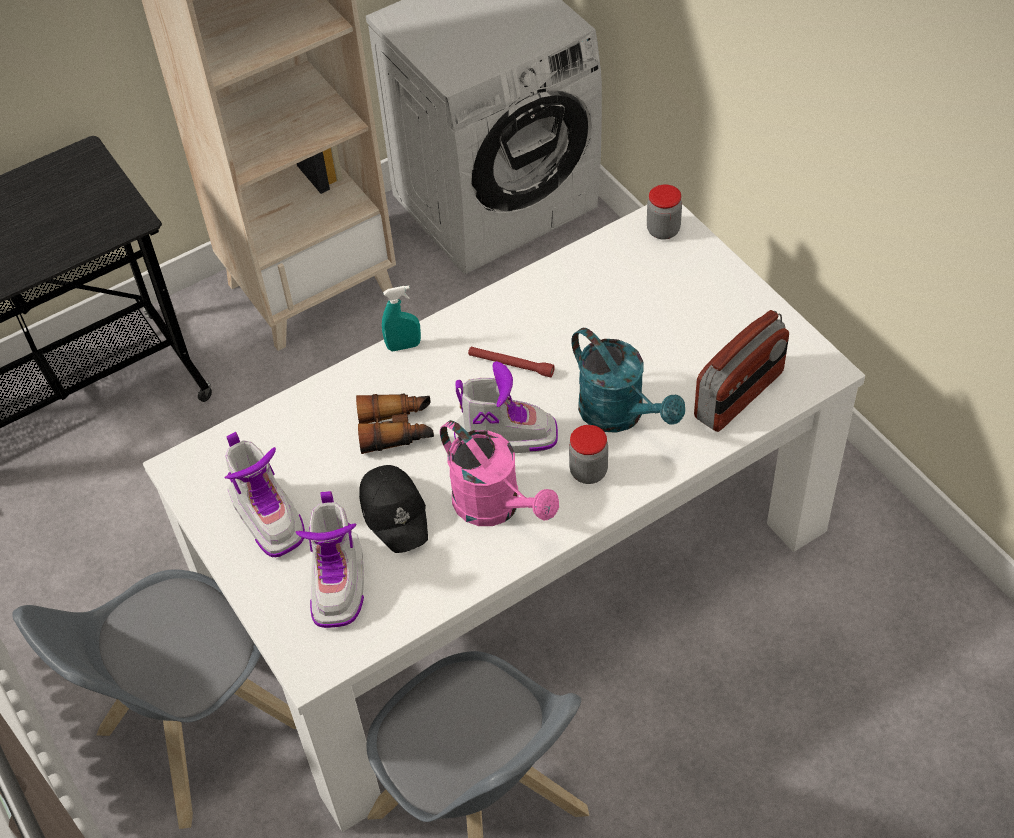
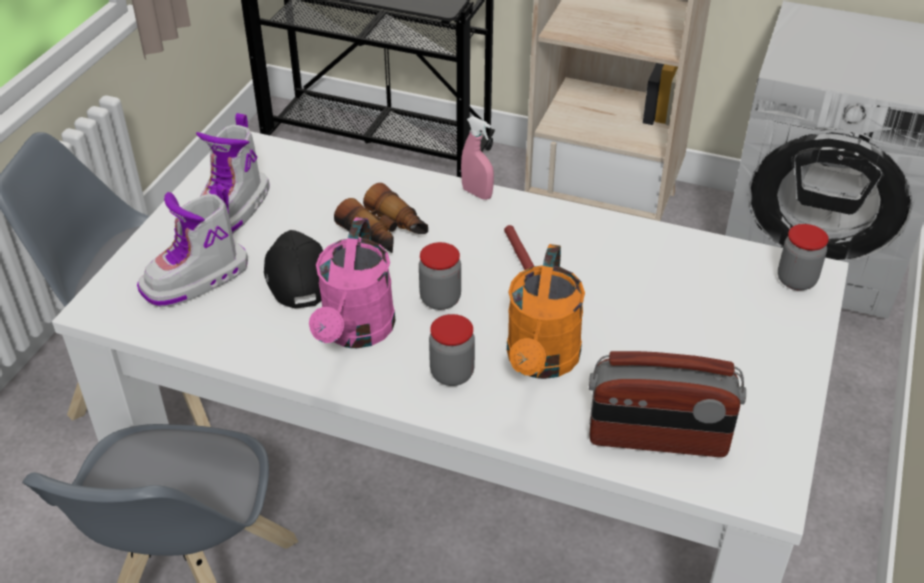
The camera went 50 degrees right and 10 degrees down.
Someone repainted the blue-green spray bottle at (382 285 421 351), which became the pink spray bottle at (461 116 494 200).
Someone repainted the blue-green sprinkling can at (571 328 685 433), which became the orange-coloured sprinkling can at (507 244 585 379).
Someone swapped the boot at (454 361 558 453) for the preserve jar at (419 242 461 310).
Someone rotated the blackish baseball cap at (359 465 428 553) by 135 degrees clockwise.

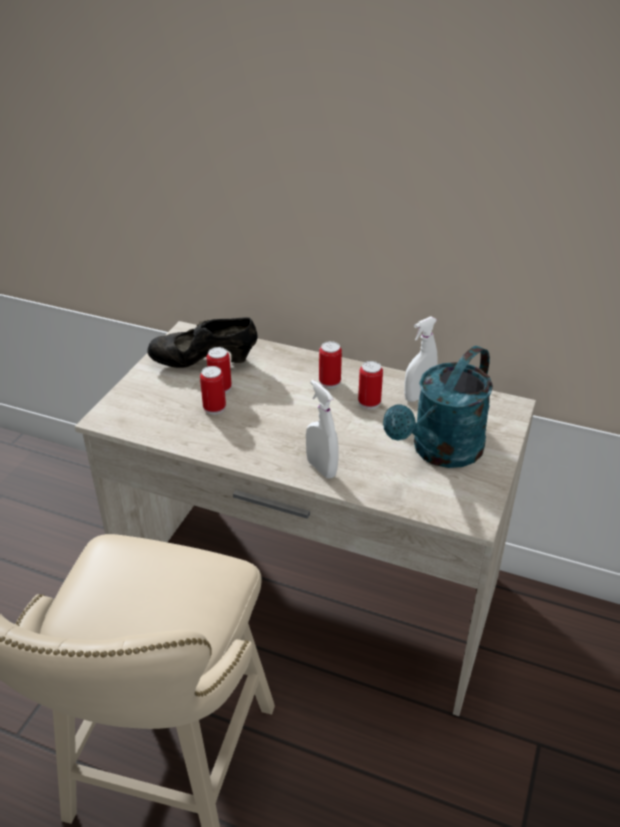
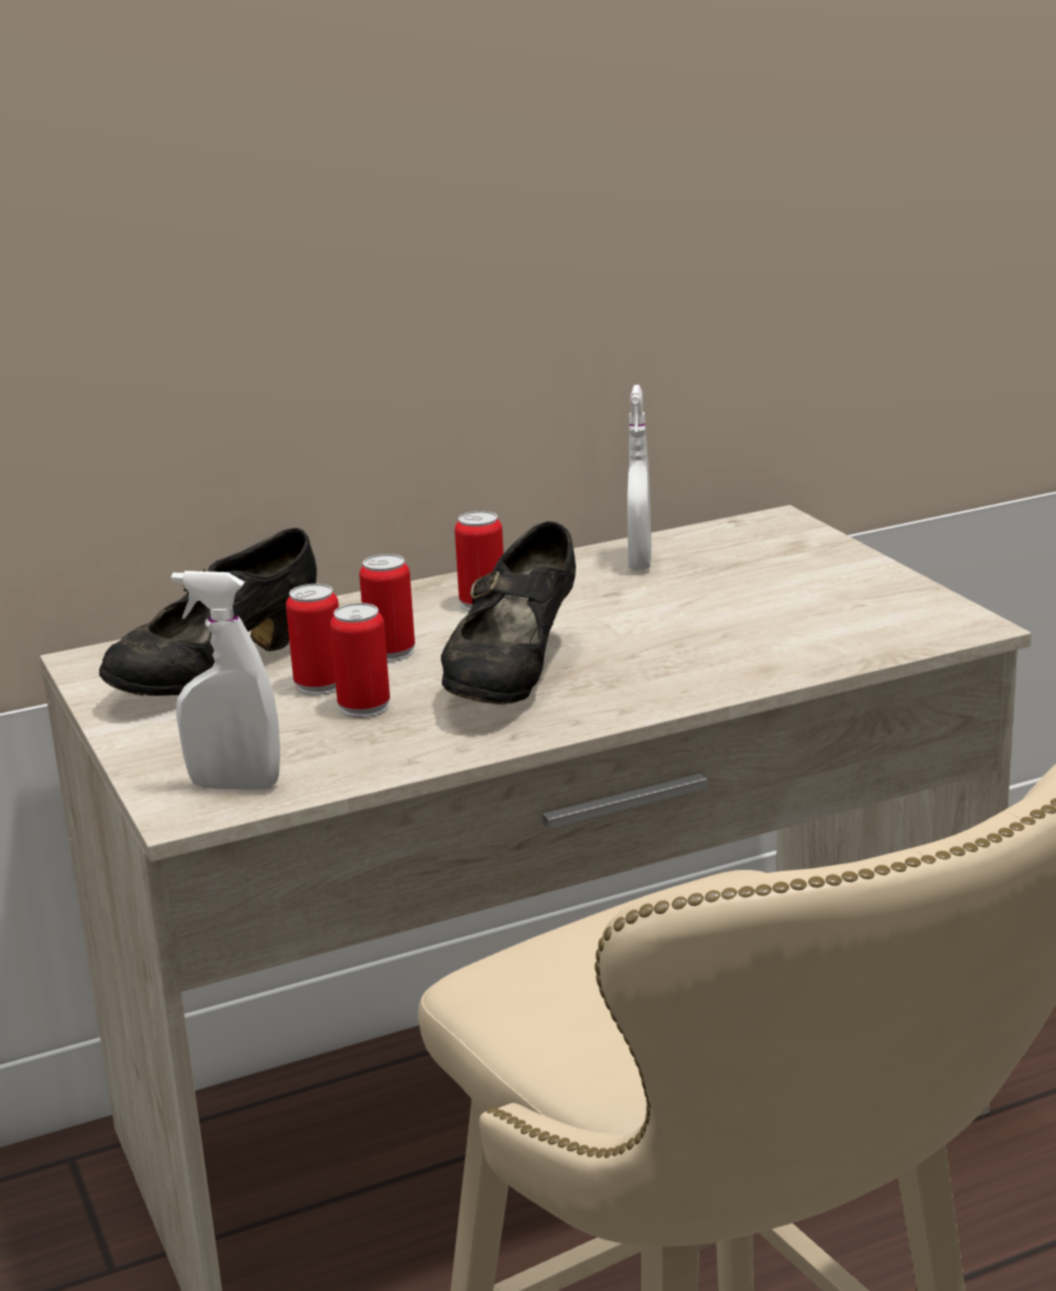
The camera went 45 degrees left and 15 degrees down.
Someone took away the blue-green sprinkling can at (383 346 493 468).
Someone carried the can from (358 361 383 409) to (359 554 415 662).
Someone carried the white spray bottle from (306 380 339 479) to (171 571 280 790).
Someone put down the blackish shoe at (441 521 576 705).

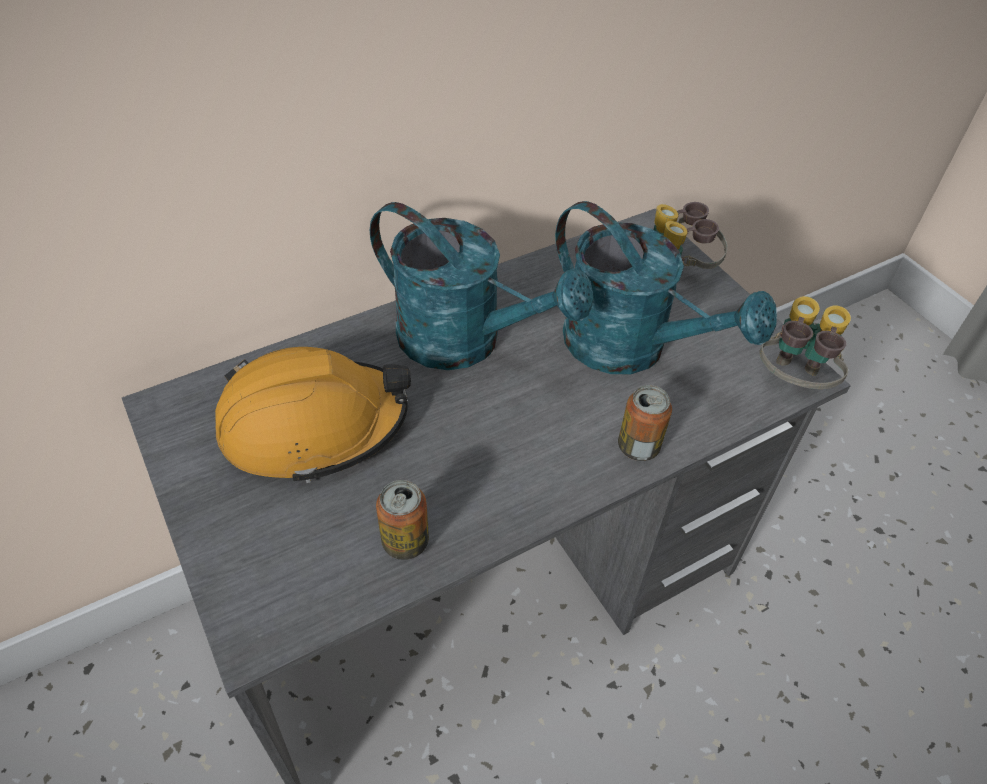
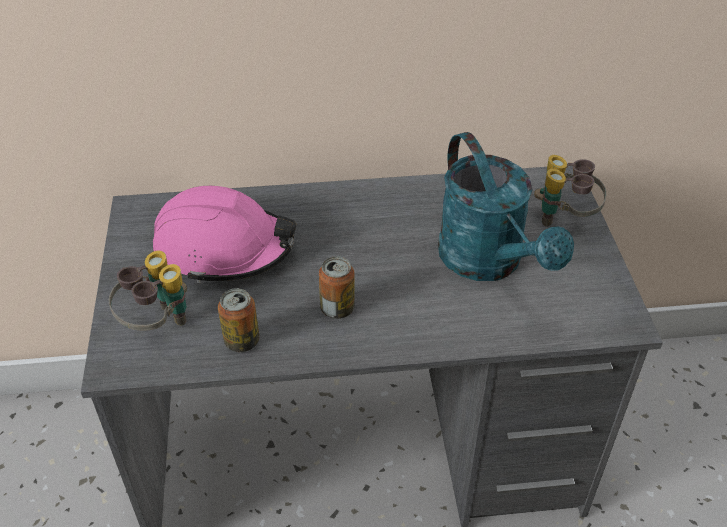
The camera went 25 degrees right and 5 degrees down.
Someone took away the blue-green sprinkling can at (370 202 594 370).
Someone carried the binoculars from (759 296 851 389) to (109 251 187 330).
Someone repainted the orange-coloured safety helmet at (215 347 411 483), which became the pink safety helmet at (153 186 296 283).
Someone carried the can from (618 385 672 461) to (319 256 355 319).

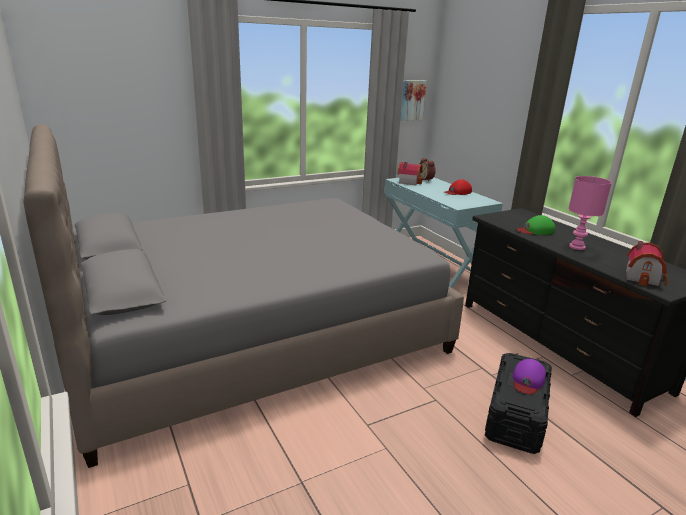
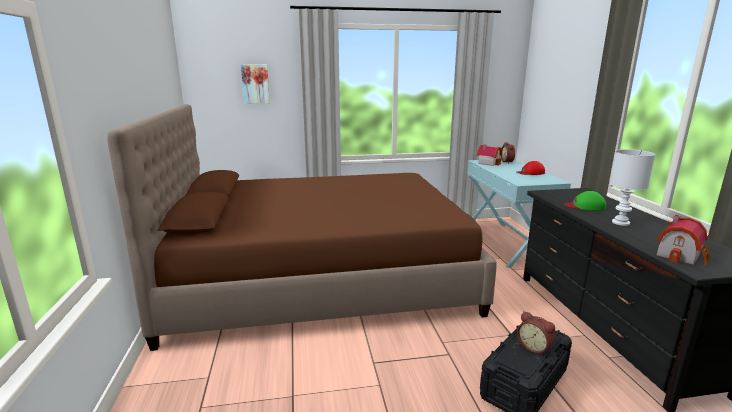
The camera went 20 degrees right and 5 degrees down.
Someone carried the wall art from (401 80 427 121) to (241 64 270 104).
Someone repainted the grey sleeping bed at (23 124 464 468), which became the brown-coloured sleeping bed at (107 104 497 351).
Someone repainted the pink table lamp at (568 176 612 250), which became the white table lamp at (609 149 656 226).
Someone swapped the purple-coloured baseball cap at (513 359 546 394) for the alarm clock at (517 311 556 356).

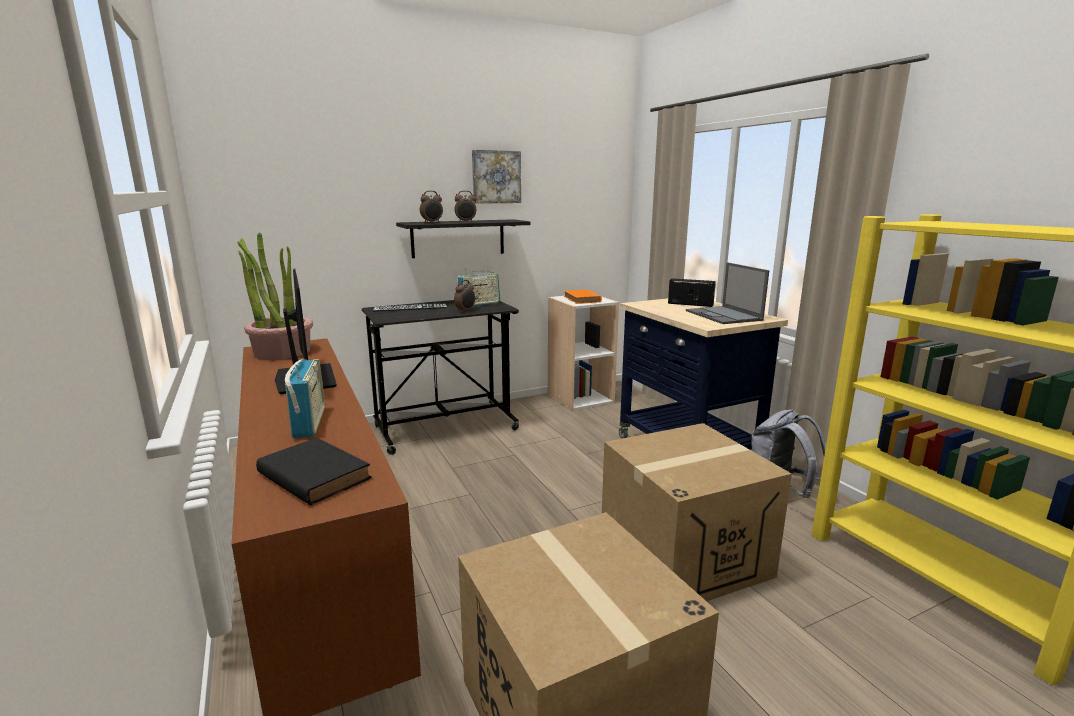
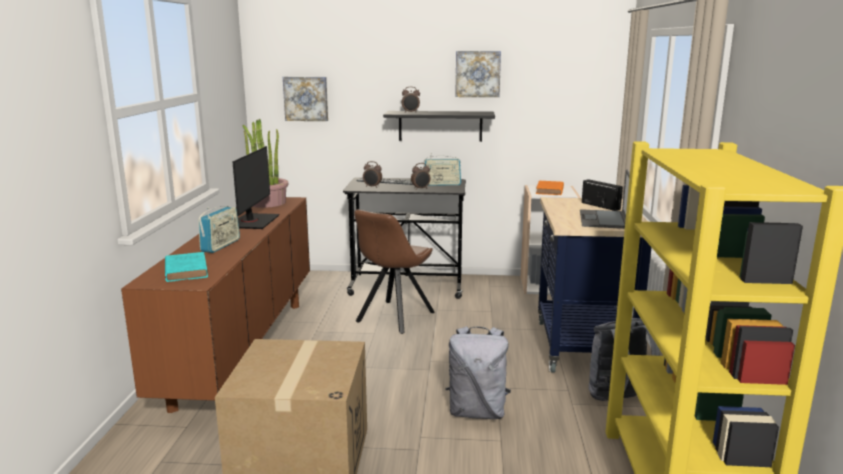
The camera went 30 degrees right and 0 degrees up.
Someone carried the alarm clock from (454 191 476 222) to (363 161 382 188).
Someone swapped the packing box at (602 423 792 601) for the grey knapsack at (446 326 511 419).
Someone repainted the blackish book at (256 438 371 505), which became the blue-green book at (165 252 208 282).
Someone put up the wall art at (283 77 328 121).
Someone put down the brown-coloured plain chair at (354 210 435 334).

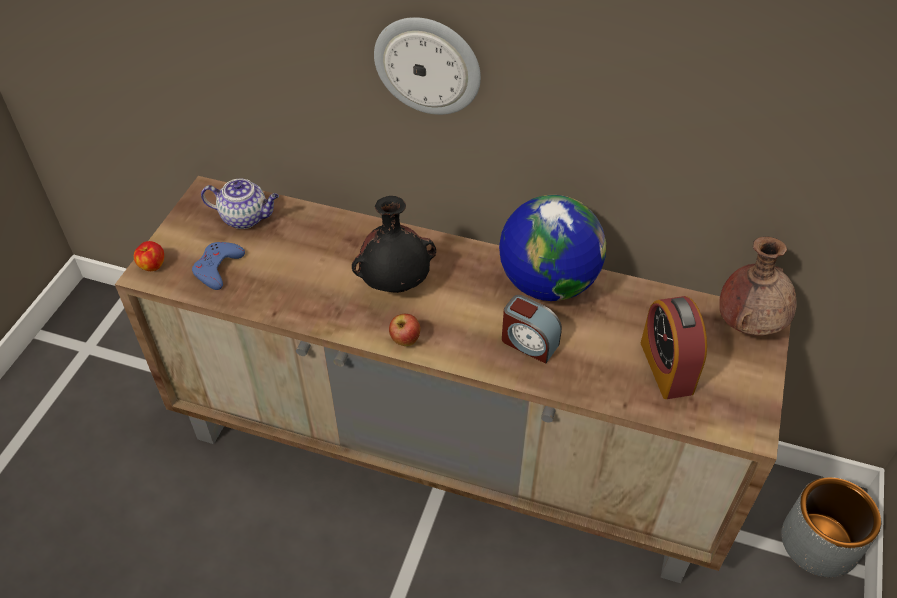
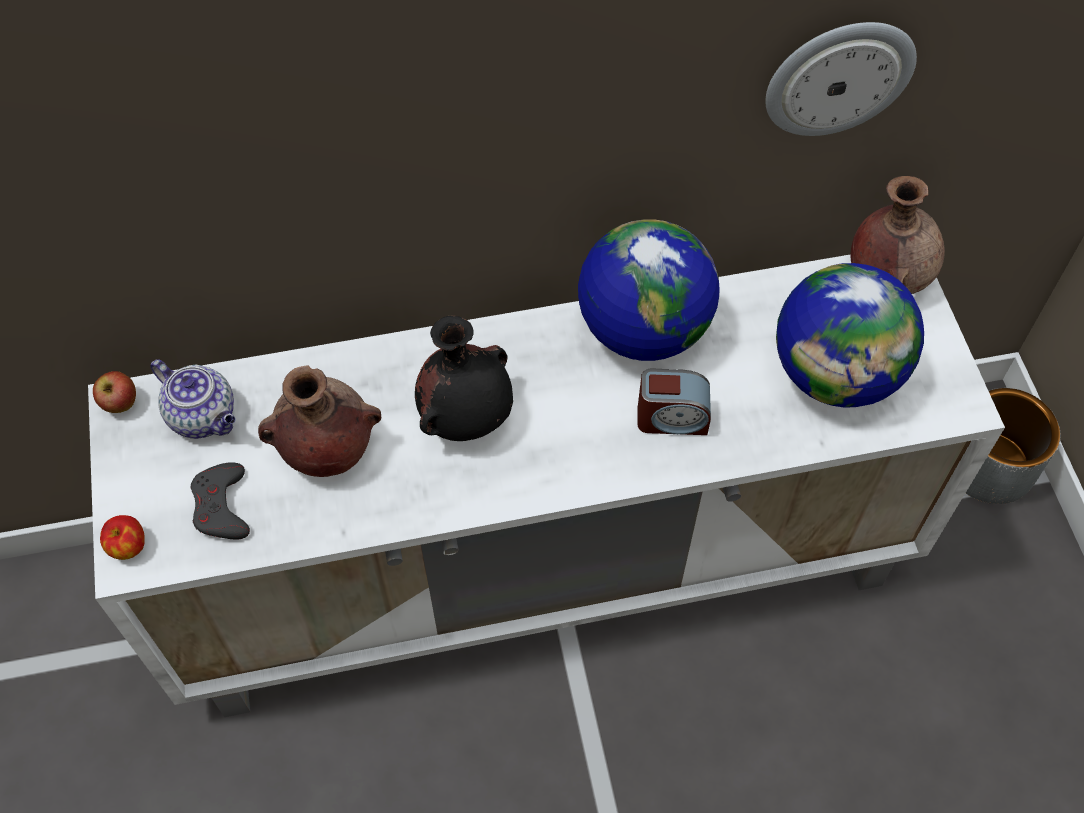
The camera went 30 degrees left and 10 degrees up.
Someone carried the clock on the wall from (374 17 481 115) to (766 22 917 136).
Someone repainted the brown-coloured media console at (115 176 791 583), which became the white media console at (88 254 1005 717).
Someone rotated the pot for tea at (201 179 279 229) by 60 degrees clockwise.
Someone repainted the blue-coloured game controller at (192 242 245 290), which became the grey game controller at (191 462 250 540).
Someone swapped the alarm clock at (641 296 707 399) for the globe at (776 263 924 407).
Someone carried the apple from (389 314 421 346) to (93 371 136 413).
Someone put down the brown-coloured decorative vase at (258 365 381 477).

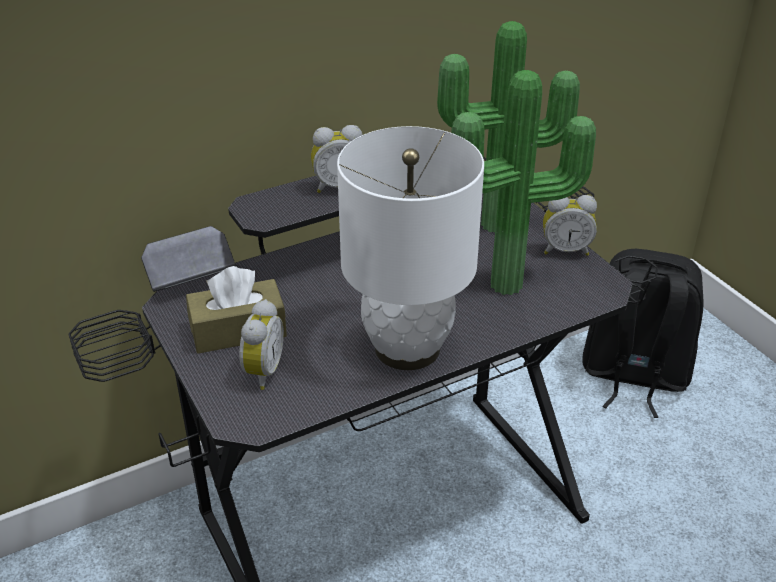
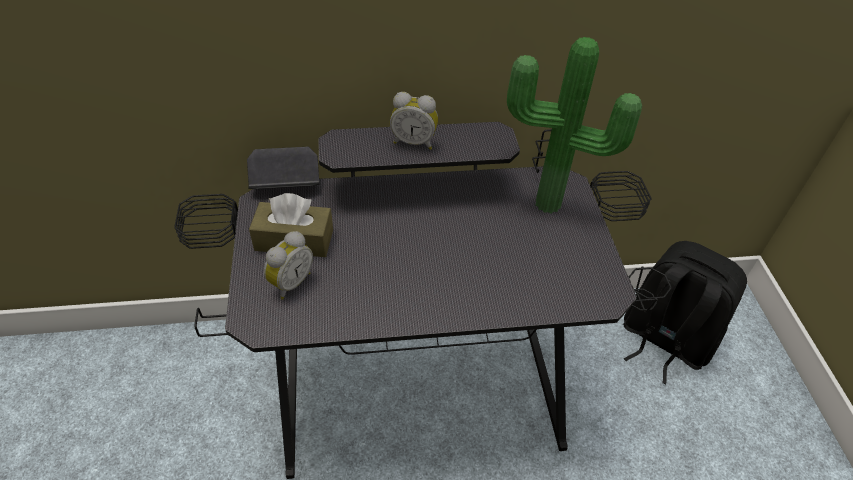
The camera went 20 degrees right and 10 degrees up.
Someone took away the plant in a pot at (451 70 596 295).
Someone took away the white table lamp at (337 126 484 370).
Someone took away the alarm clock at (543 195 597 256).

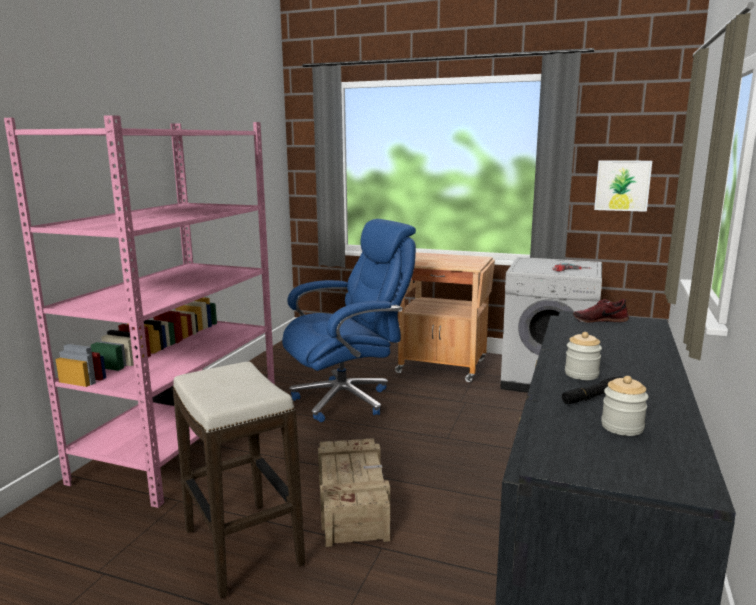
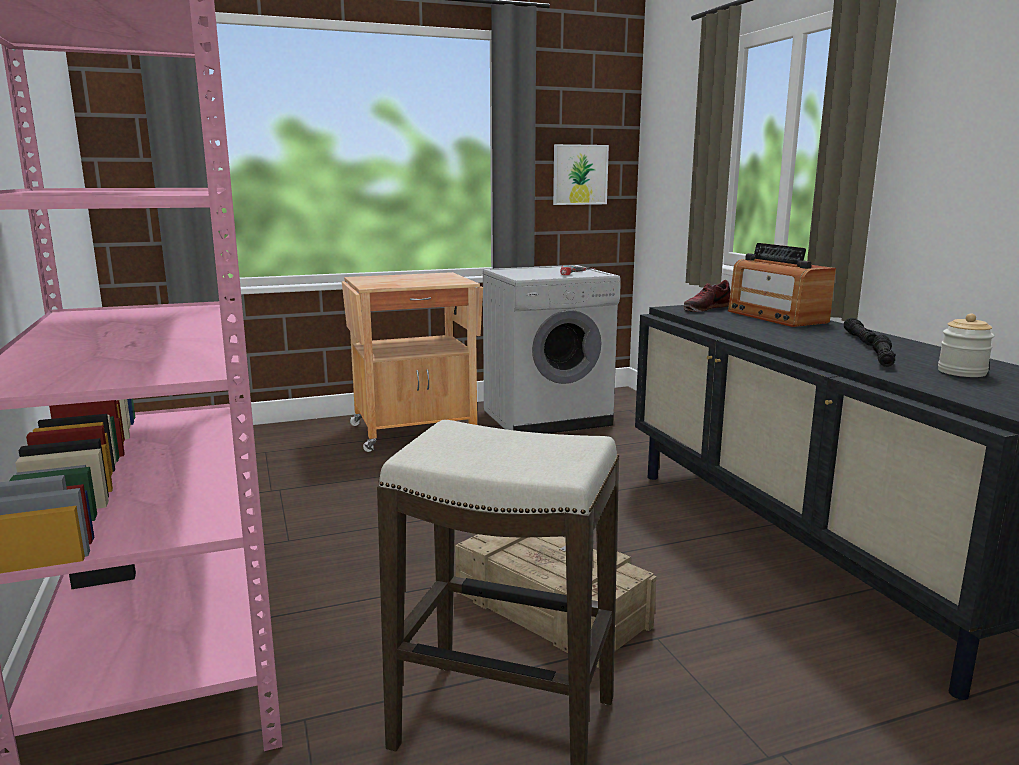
The camera went 40 degrees left and 0 degrees up.
Someone took away the blue-coloured desk chair at (282 219 416 422).
Someone took away the preserve jar at (565 332 602 380).
Someone put down the radio receiver at (728 243 836 327).
Someone put down the blackish torch at (844 318 877 346).

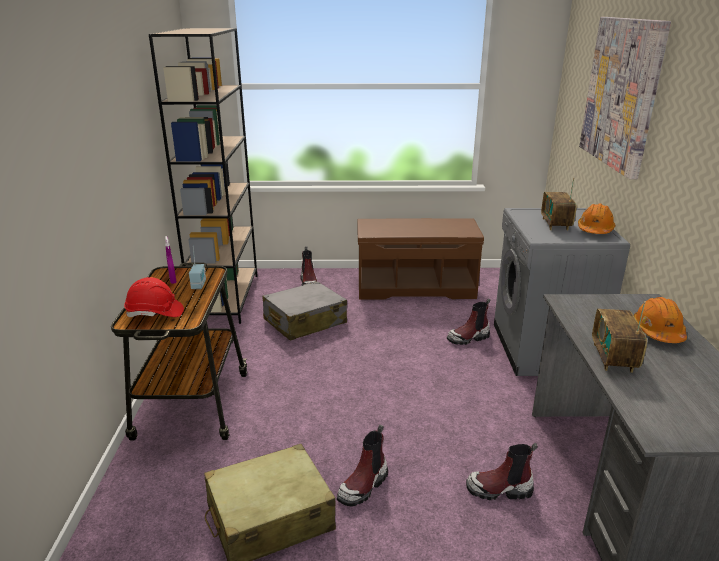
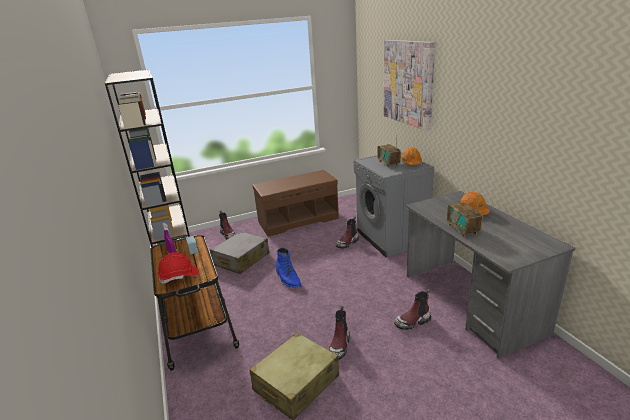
The camera went 20 degrees left and 0 degrees up.
Someone put down the blue-coloured boot at (276 248 302 288).

